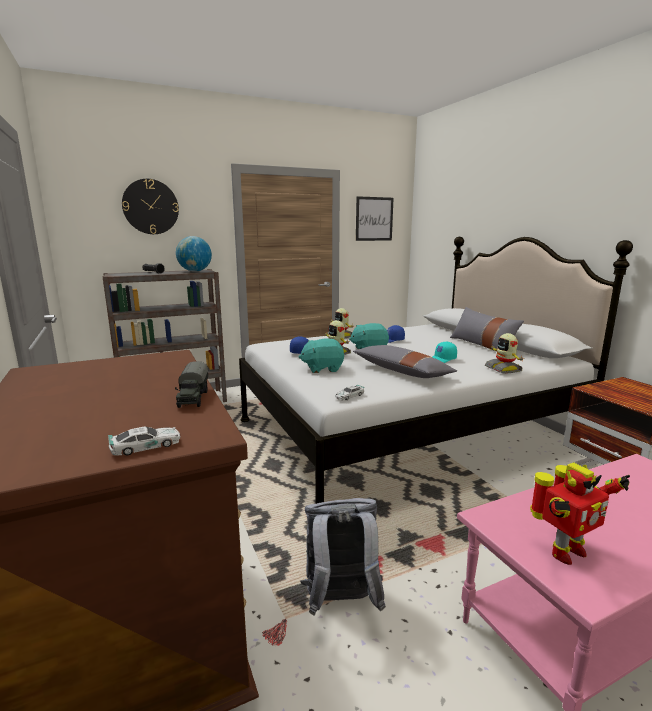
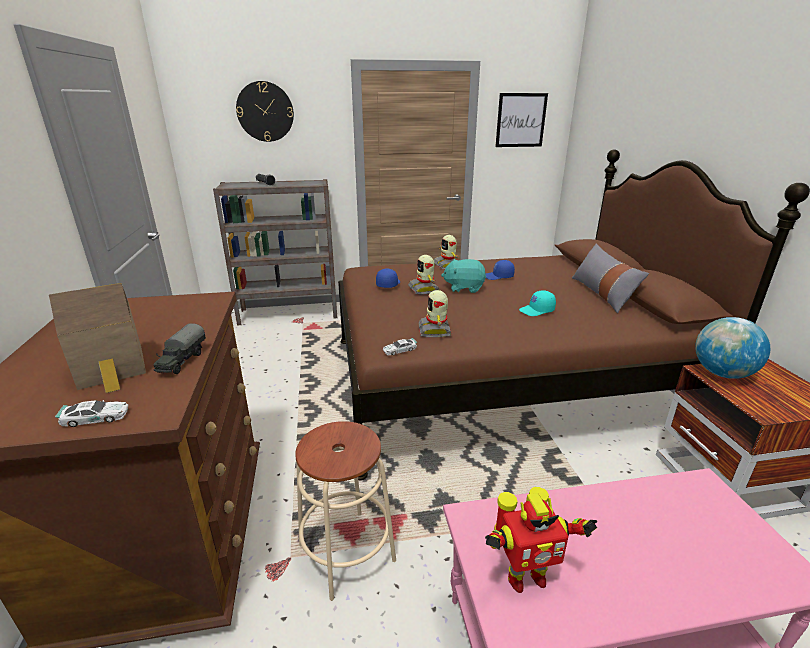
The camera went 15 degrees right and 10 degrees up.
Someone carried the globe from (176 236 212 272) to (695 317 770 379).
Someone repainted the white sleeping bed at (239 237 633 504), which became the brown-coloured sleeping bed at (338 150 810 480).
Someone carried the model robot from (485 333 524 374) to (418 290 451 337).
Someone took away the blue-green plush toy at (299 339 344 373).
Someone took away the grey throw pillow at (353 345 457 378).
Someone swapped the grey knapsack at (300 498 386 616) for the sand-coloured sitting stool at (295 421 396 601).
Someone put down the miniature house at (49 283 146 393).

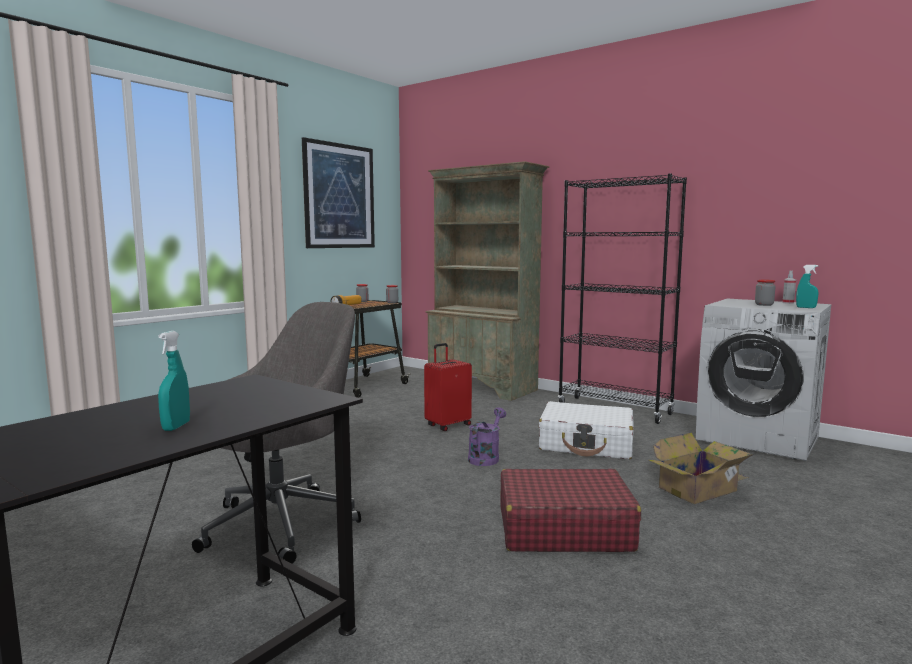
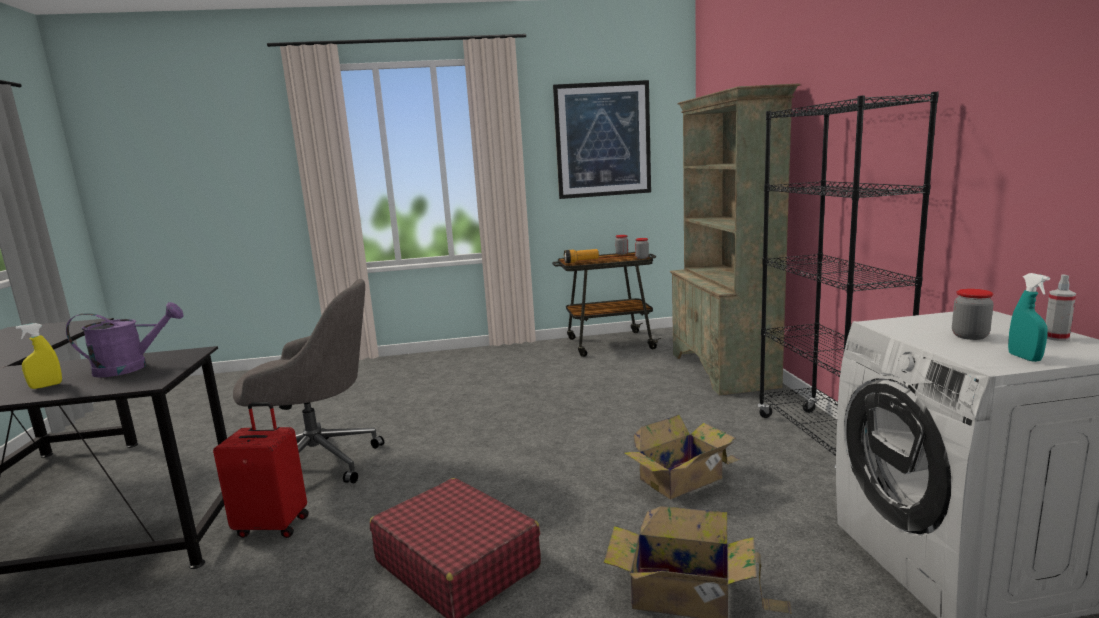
The camera went 45 degrees right and 5 degrees up.
Someone repainted the blue-green spray bottle at (158 331 190 431), which became the yellow spray bottle at (16 323 62 389).
Someone carried the red piece of luggage from (424 343 472 431) to (213 402 309 538).
Someone swapped the white piece of luggage at (539 401 634 459) for the packing box at (624 415 741 500).
Someone carried the purple-coloured sprinkling can from (468 408 506 466) to (66 302 184 378).

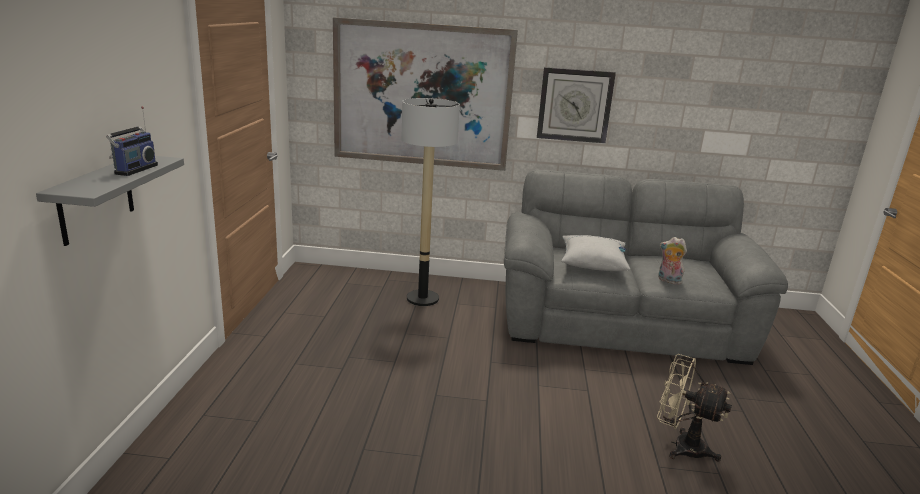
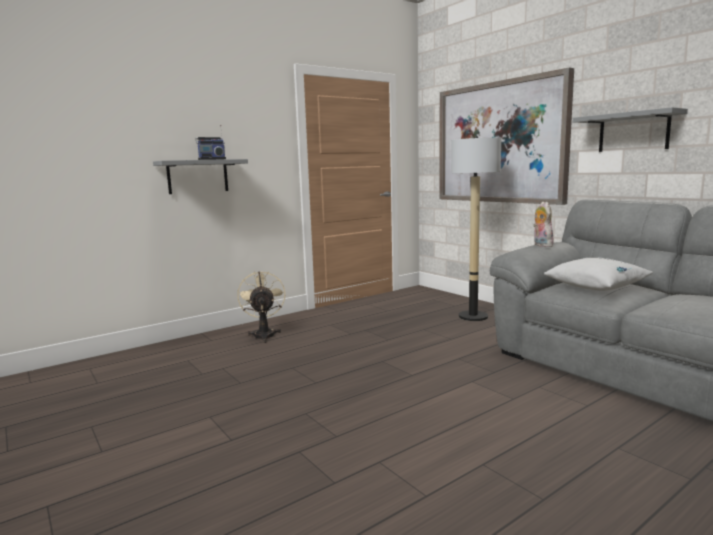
The camera went 50 degrees right and 10 degrees down.
Someone swapped the clock on the wall at (537 67 616 143) for the grey shelf at (573 107 688 152).
Someone carried the plush toy from (658 237 687 285) to (533 202 554 247).
Someone carried the sand-coloured fan from (657 354 732 462) to (237 271 285 343).

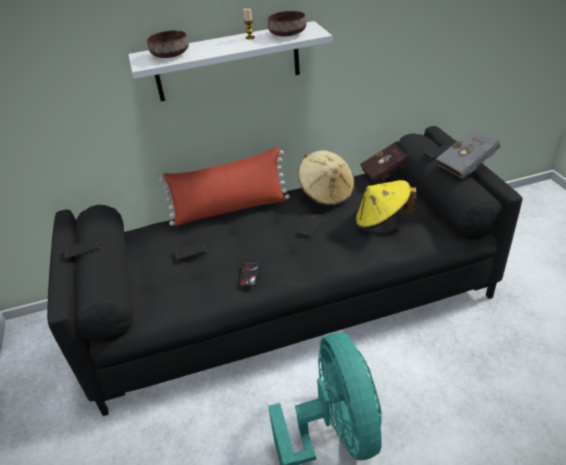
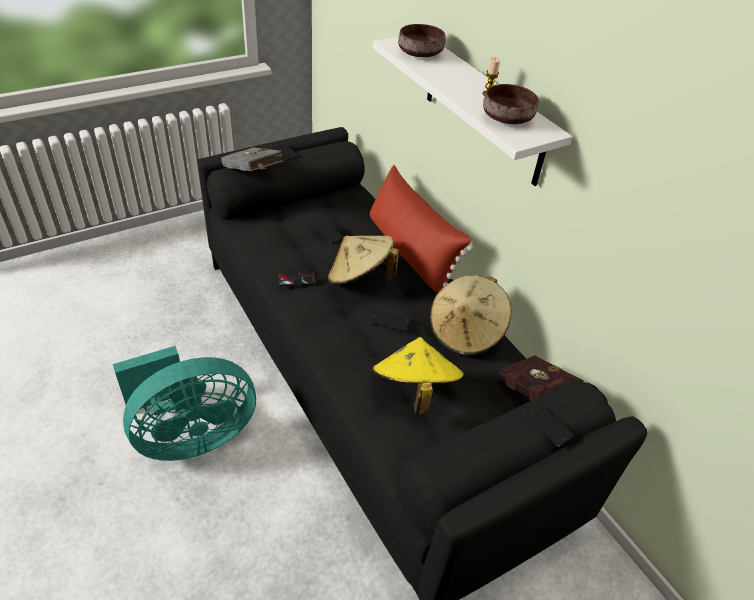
The camera went 70 degrees right and 5 degrees up.
Someone carried the grey book from (436 129 500 179) to (221 148 283 171).
Someone put down the sand-coloured clothing hat at (328 236 399 285).

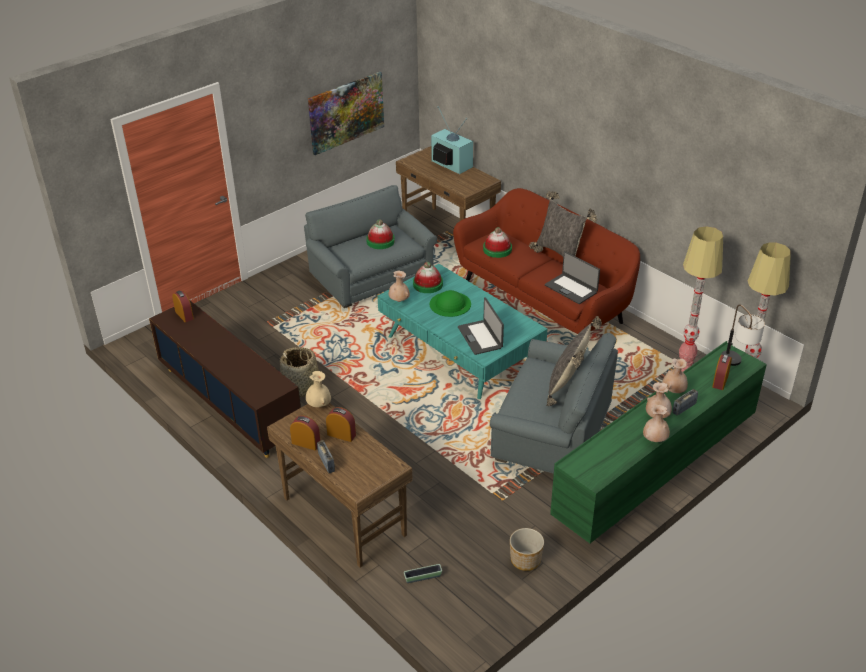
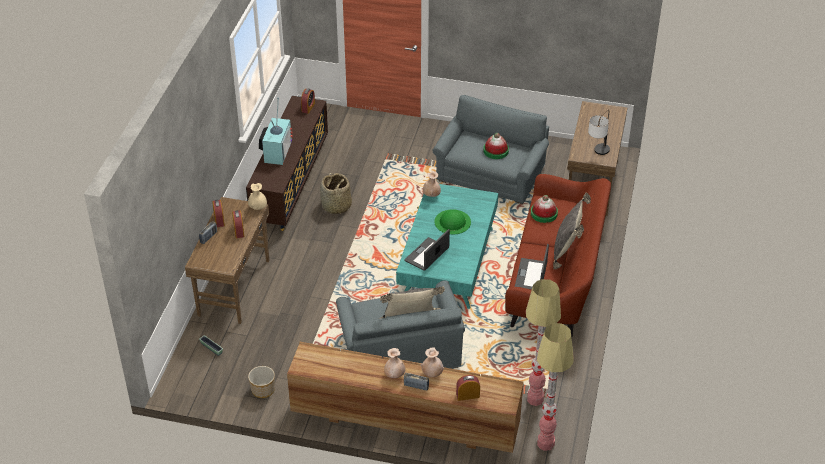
The camera went 55 degrees right and 5 degrees up.
Someone took away the wall art at (308 72 384 155).
Someone carried the TV set from (431 106 473 174) to (259 97 293 165).
Someone took away the clothing hat at (413 262 443 293).
Someone carried the table lamp from (721 304 765 366) to (588 109 610 155).
Someone repainted the greenish cabinet at (550 341 767 543), which became the brown-coloured cabinet at (287 342 524 453).
Someone took away the sand-coloured decorative vase at (643 405 670 442).

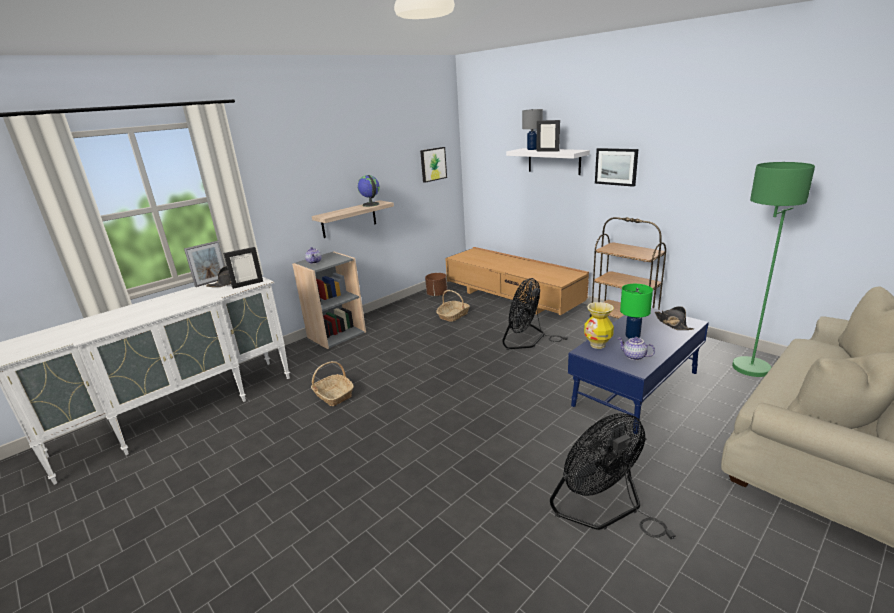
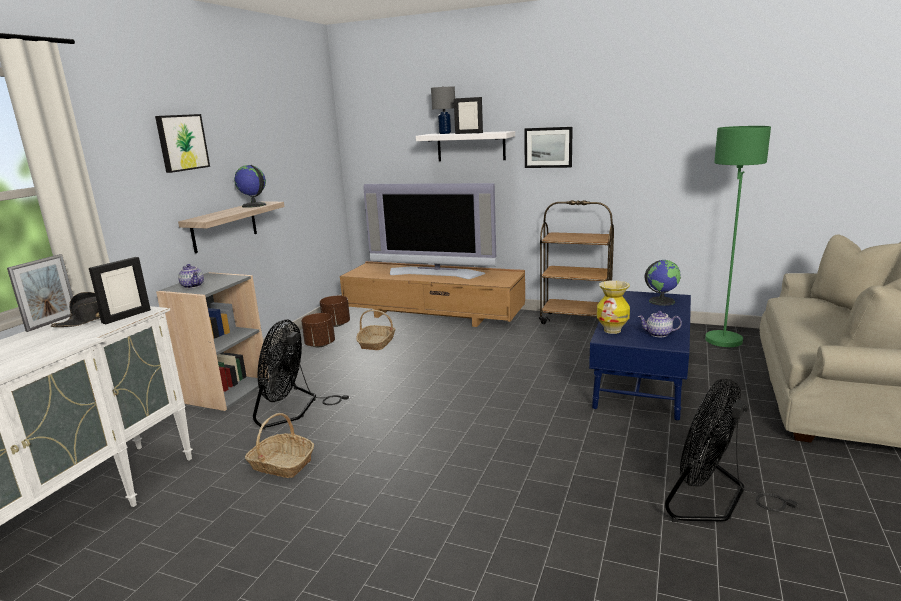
The camera went 25 degrees left and 5 degrees down.
Someone carried the wall art from (420 147 447 183) to (155 114 210 173).
Someone carried the blackish fan from (502 278 568 350) to (253 319 350 430).
Someone took away the greenish table lamp at (620 284 653 339).
Someone swapped the blackish clothing hat at (655 306 694 330) for the globe at (645 260 681 306).
Someone put down the TV set at (363 183 497 279).
Someone put down the brown-coloured planter at (301 313 335 347).

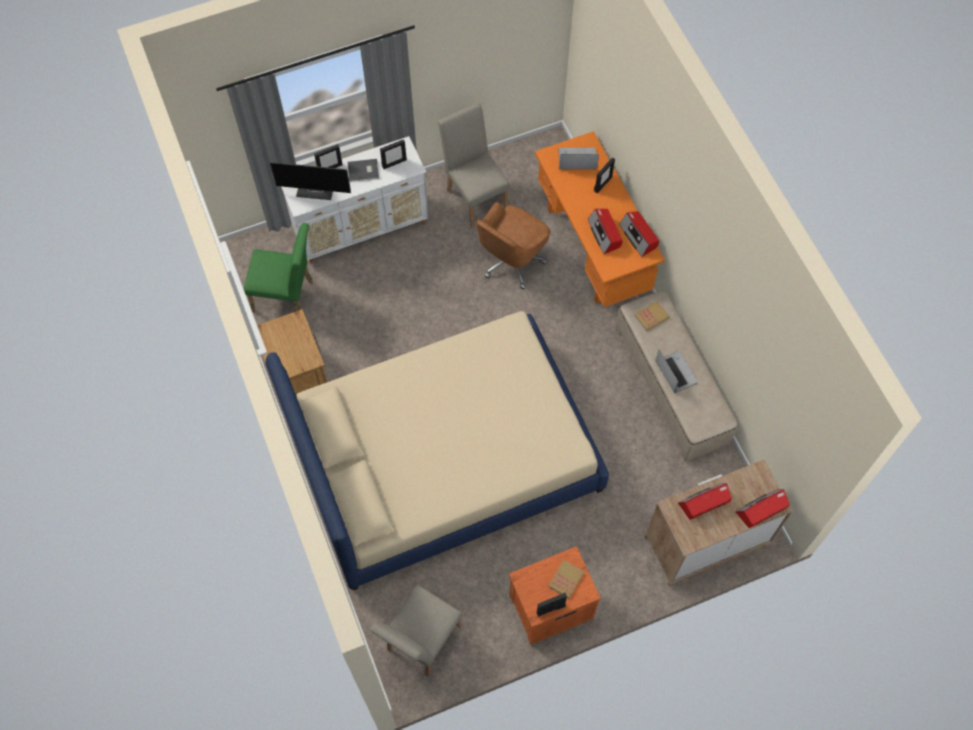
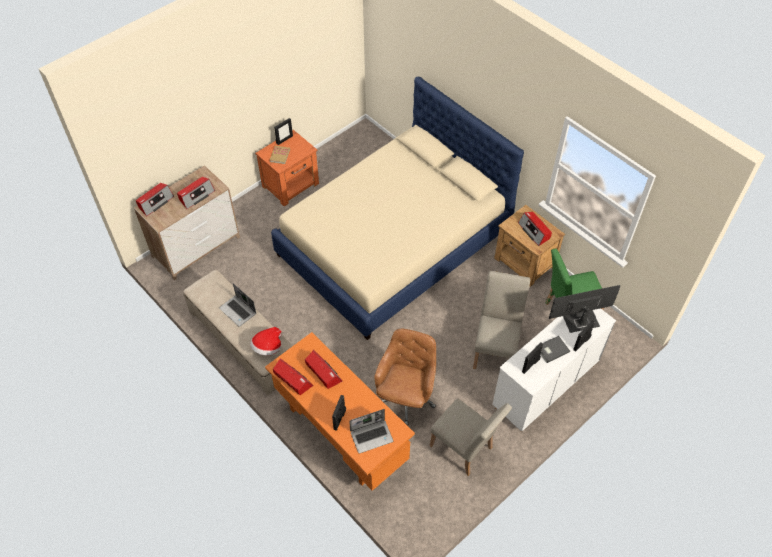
The camera went 160 degrees right and 10 degrees down.
Someone swapped the book at (634 301 670 331) for the clothing hat at (250 327 281 355).
Someone carried the sand-coloured plain chair from (370 585 462 676) to (473 271 530 369).
Someone put down the radio receiver at (518 212 552 246).

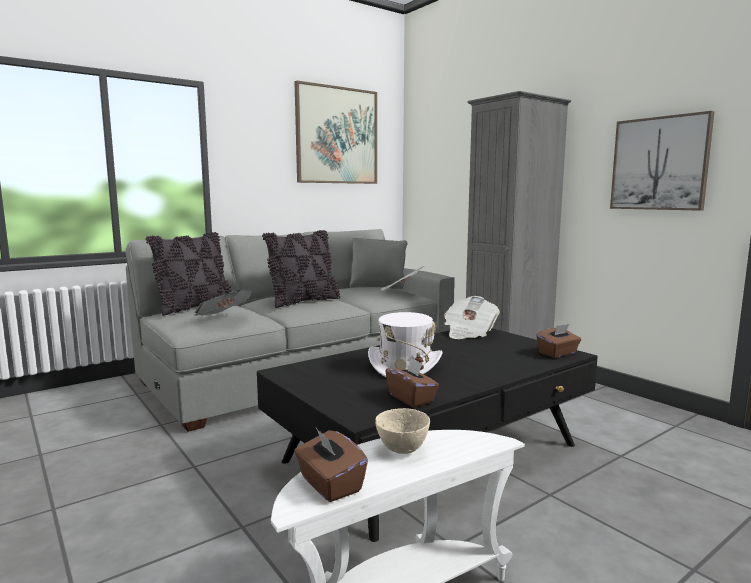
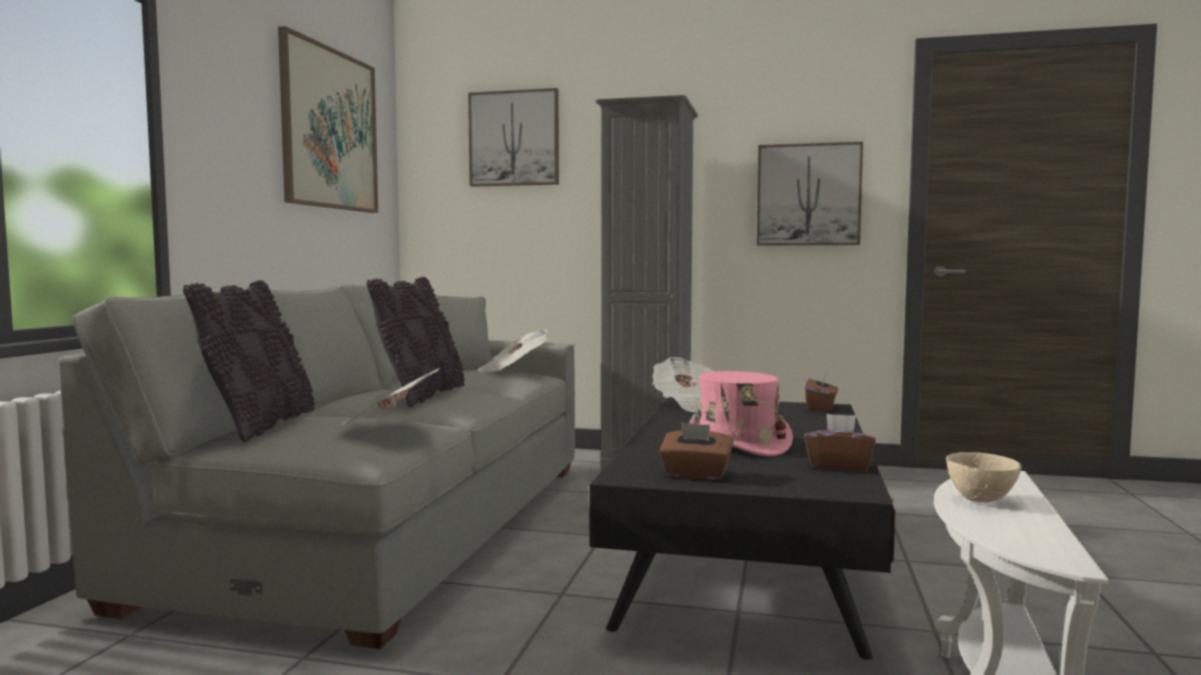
The camera went 40 degrees left and 5 degrees down.
Someone repainted the white clothing hat at (368 312 442 377), which became the pink clothing hat at (689 371 793 456).
Someone carried the brown-coloured tissue holder from (294 428 368 502) to (659 422 734 480).
Someone put up the wall art at (468 88 559 187).

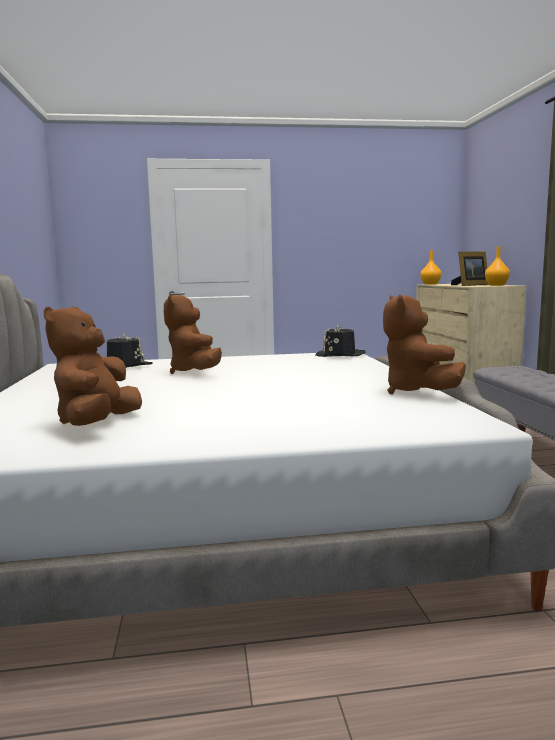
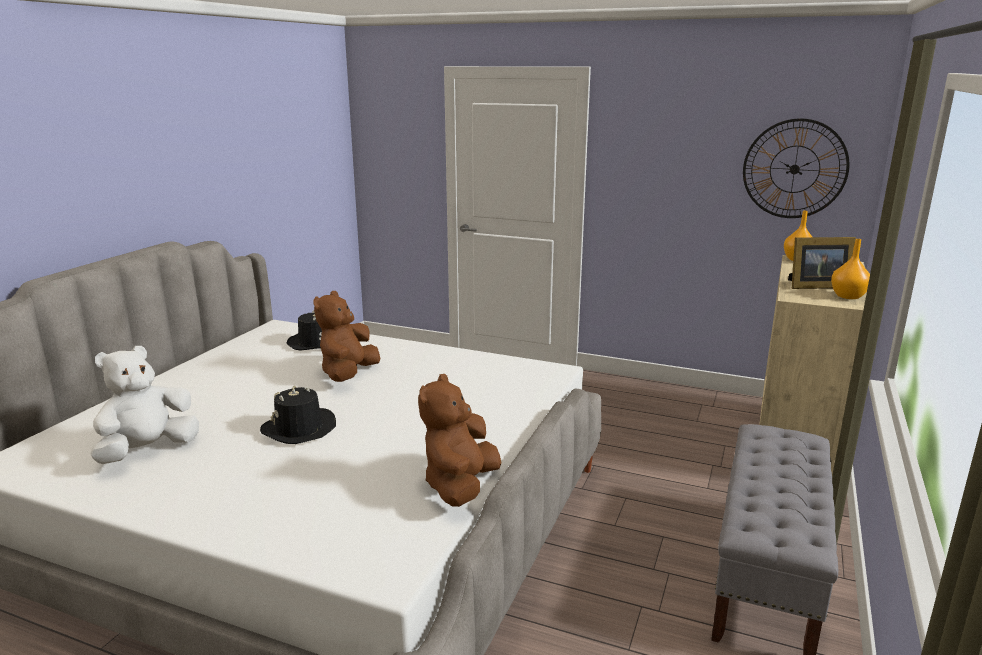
The camera went 30 degrees right and 10 degrees up.
Someone repainted the brown-coloured plush toy at (44 306 142 426), which became the white plush toy at (90 346 199 464).
Someone carried the blackish clothing hat from (315 324 366 357) to (260 386 336 444).
Someone put up the clock on the wall at (743 118 849 218).

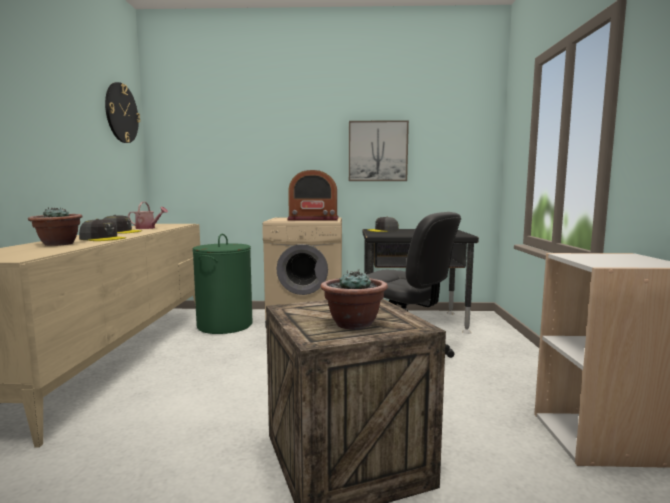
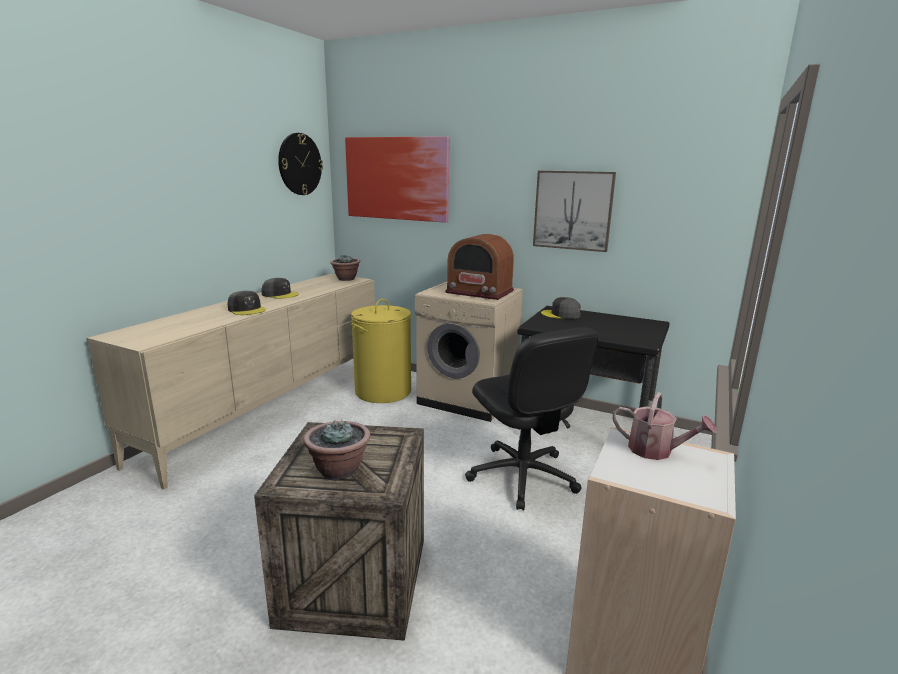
The camera went 25 degrees right and 10 degrees up.
Someone carried the sprinkling can from (128 202 168 229) to (613 392 717 460).
Someone carried the plant in a pot from (28 207 83 246) to (330 255 361 281).
Someone repainted the greenish hamper at (193 234 252 334), which became the yellow hamper at (351 299 411 403).
Someone put up the wall art at (345 136 450 223).

